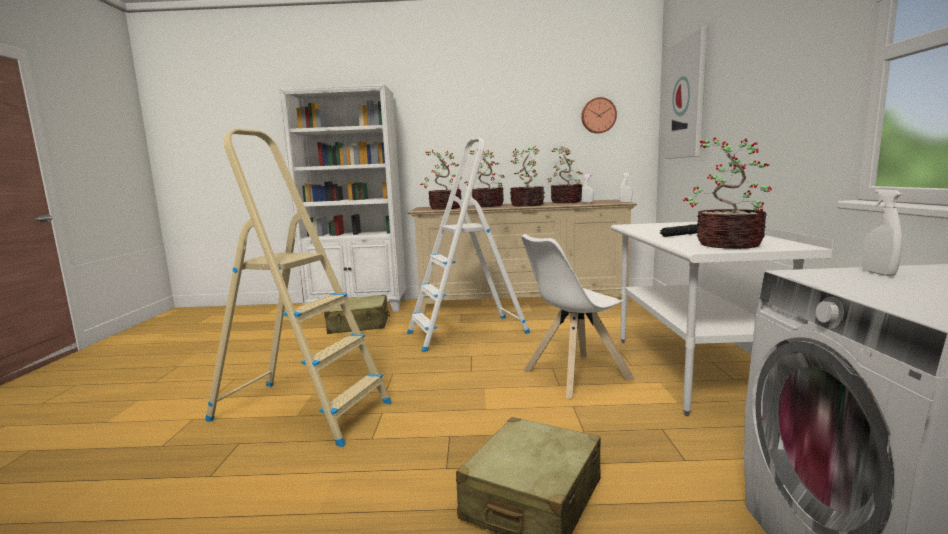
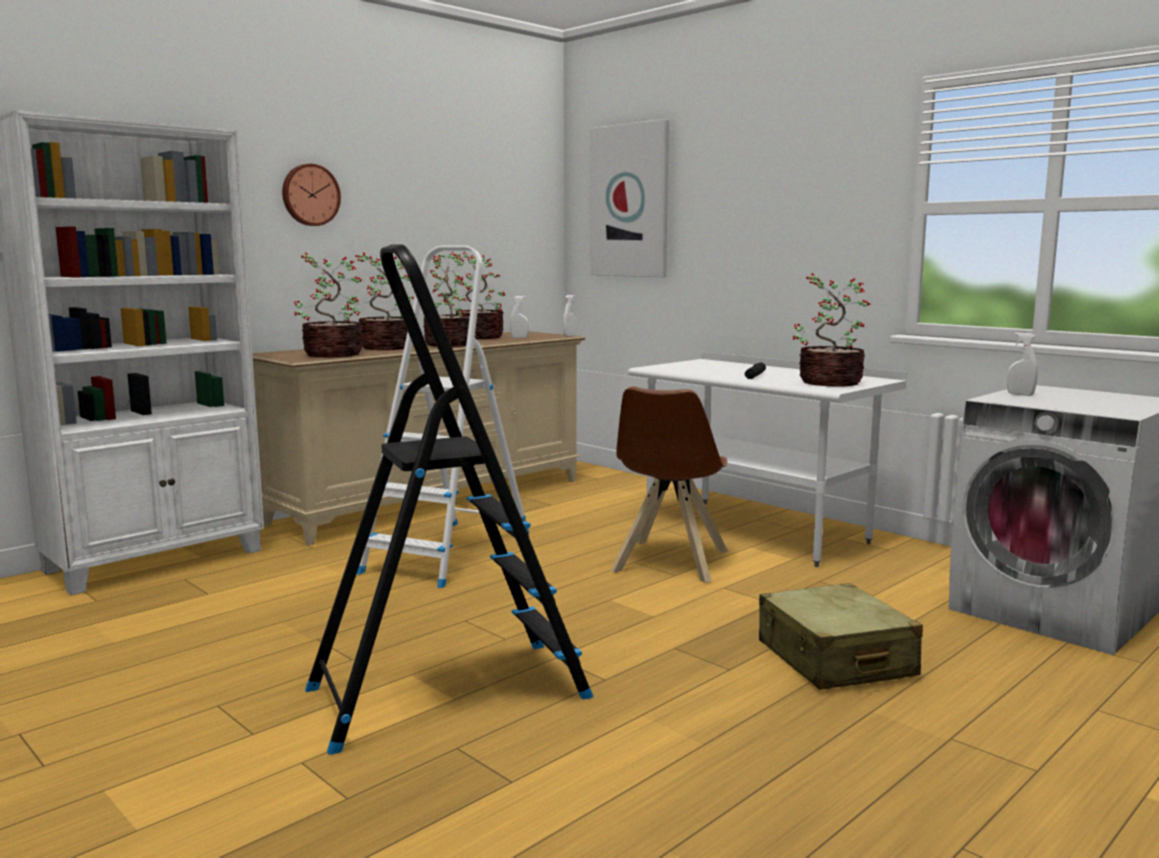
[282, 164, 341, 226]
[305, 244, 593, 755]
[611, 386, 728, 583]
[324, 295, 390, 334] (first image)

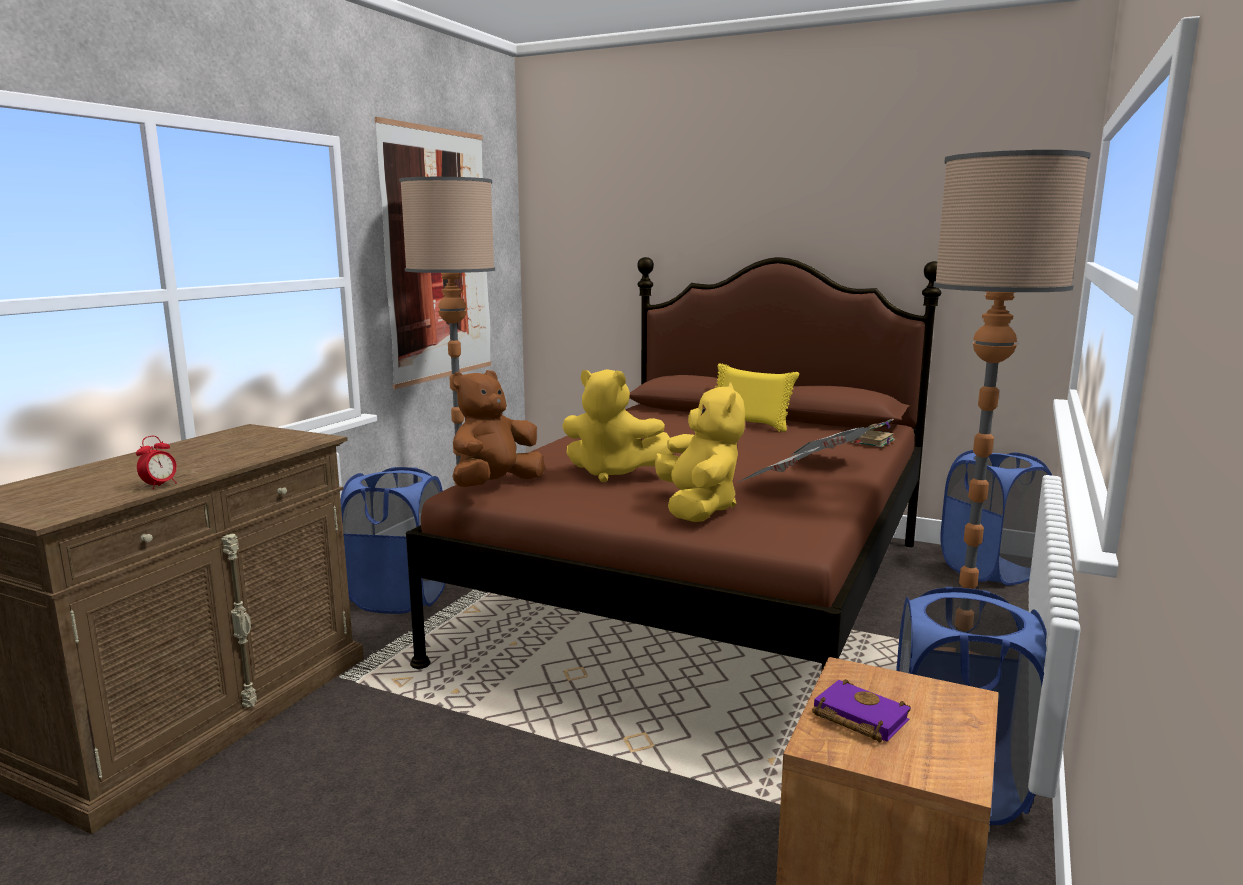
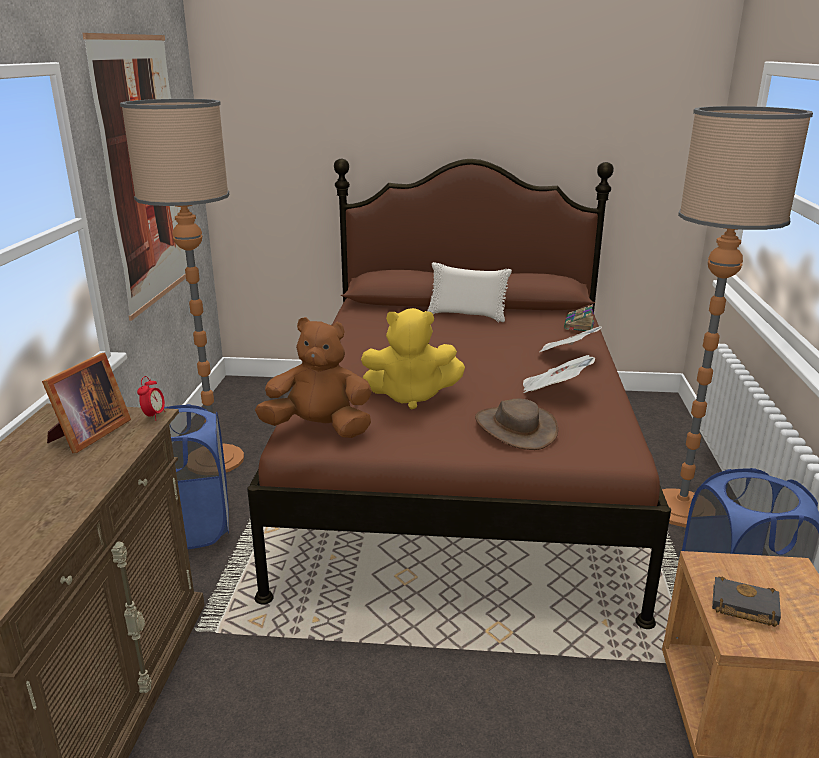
[427, 262, 512, 323]
[255, 317, 372, 438]
[475, 399, 558, 450]
[137, 376, 165, 420]
[940, 450, 1052, 586] (first image)
[712, 576, 781, 627]
[42, 353, 131, 453]

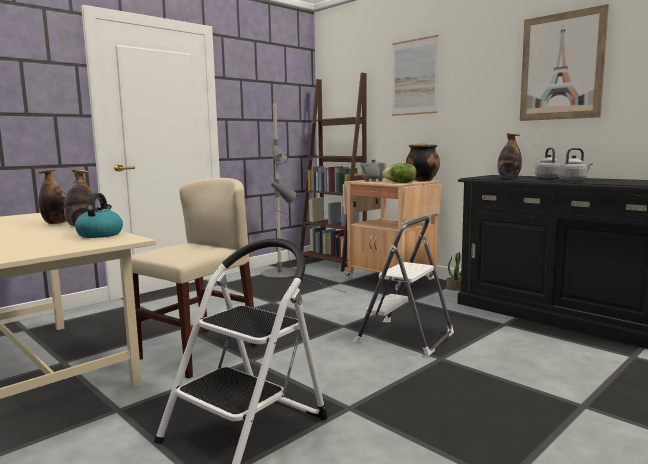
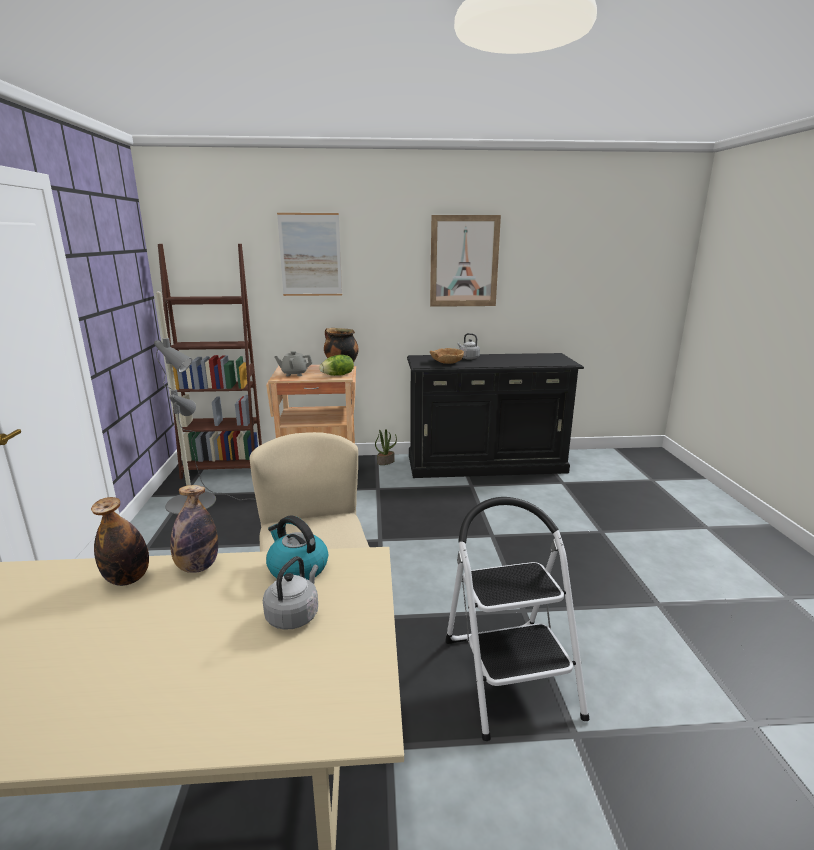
[430, 348, 464, 364]
[263, 556, 318, 630]
[353, 216, 454, 357] (first image)

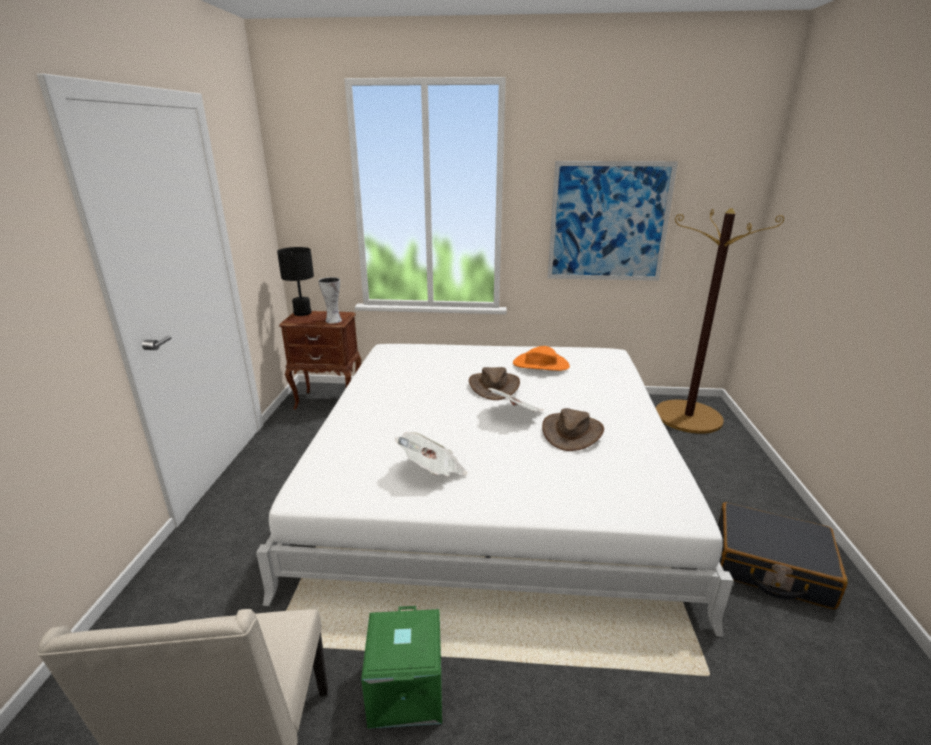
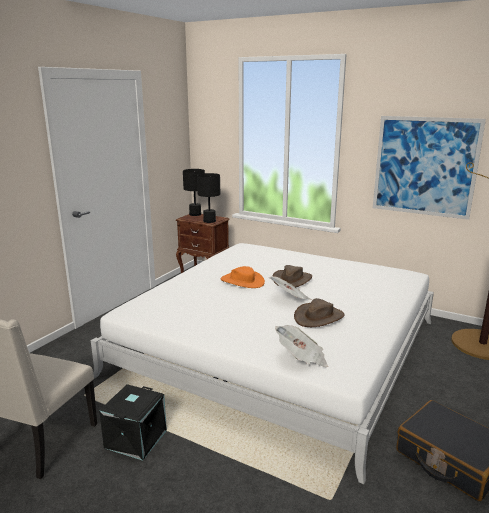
[197, 173, 220, 223]
[220, 266, 265, 288]
[275, 325, 328, 367]
[99, 384, 167, 461]

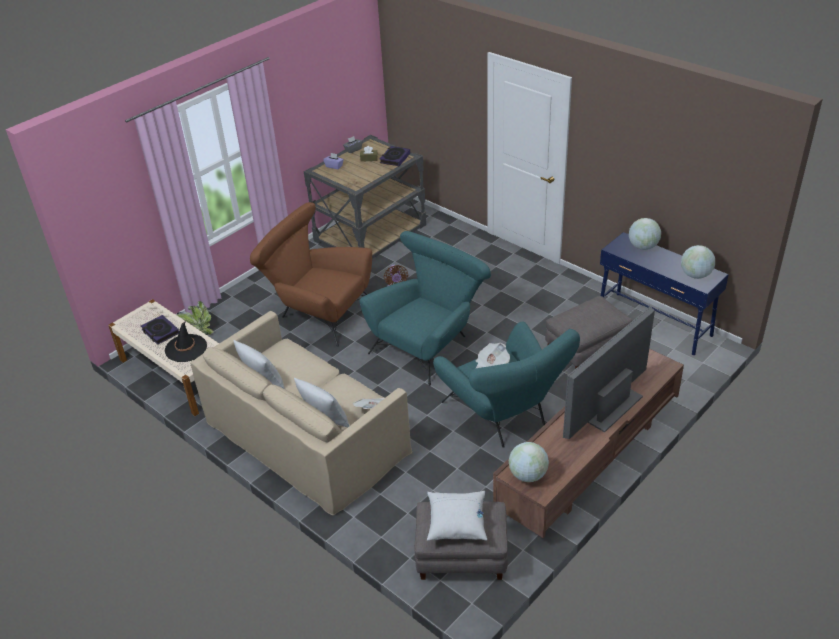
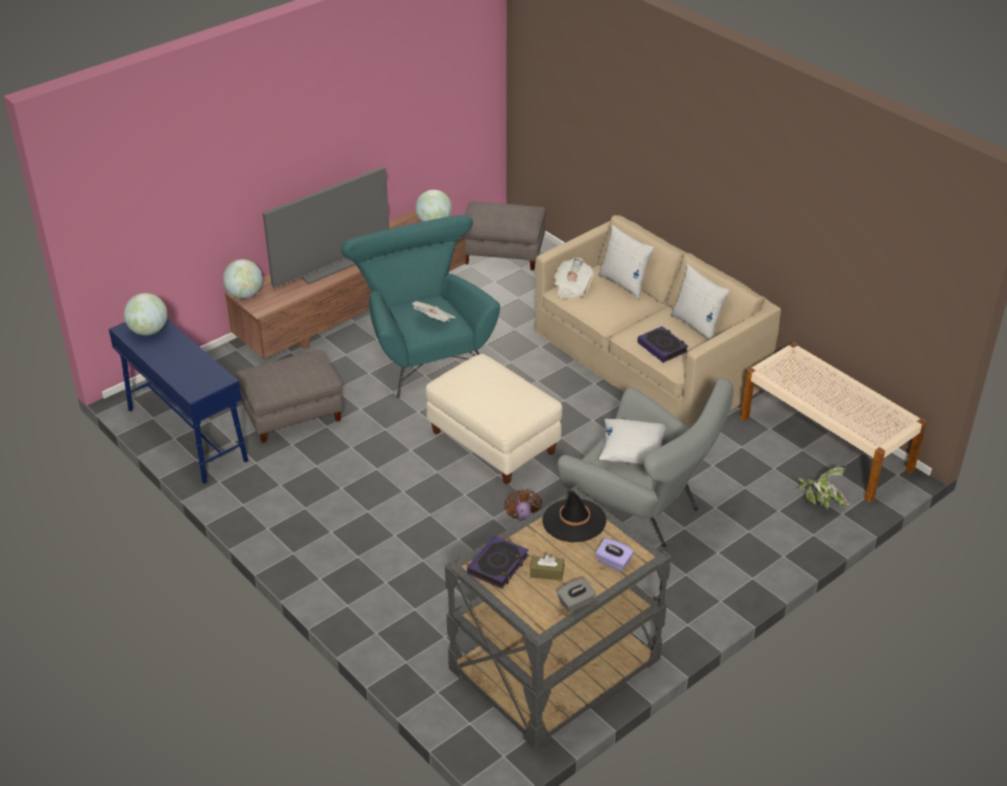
[557, 378, 733, 547]
[223, 259, 263, 299]
[426, 354, 562, 485]
[637, 326, 688, 363]
[542, 490, 607, 542]
[599, 419, 666, 464]

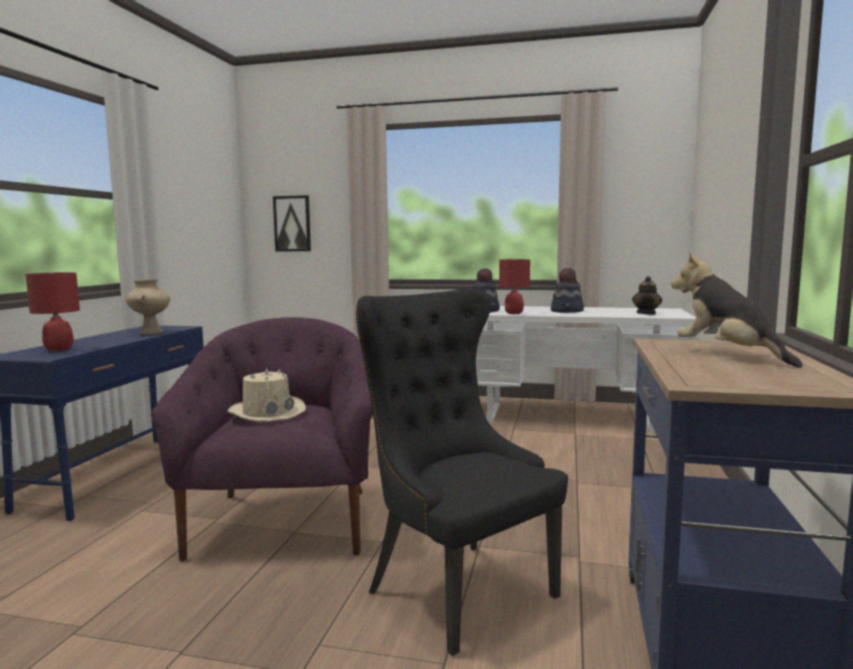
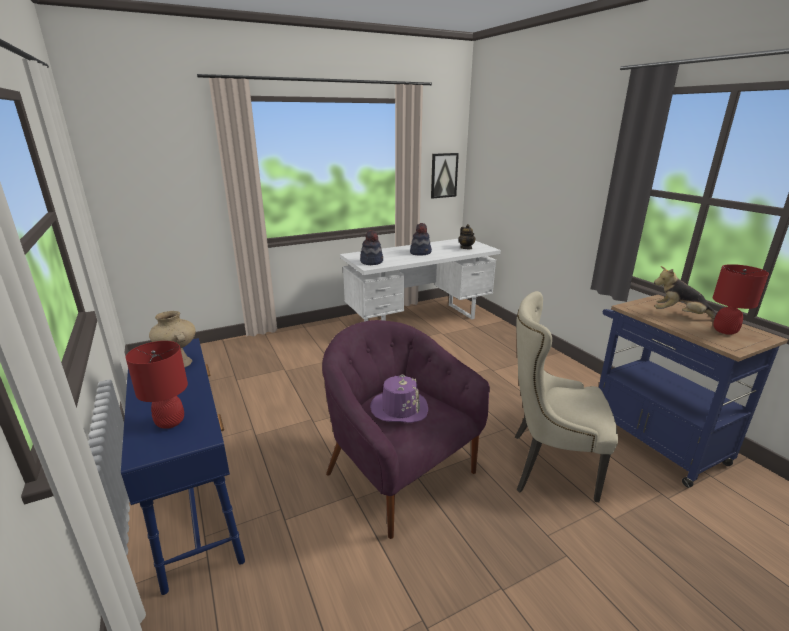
[431, 153, 459, 199]
[713, 264, 769, 335]
[515, 291, 618, 502]
[370, 375, 428, 423]

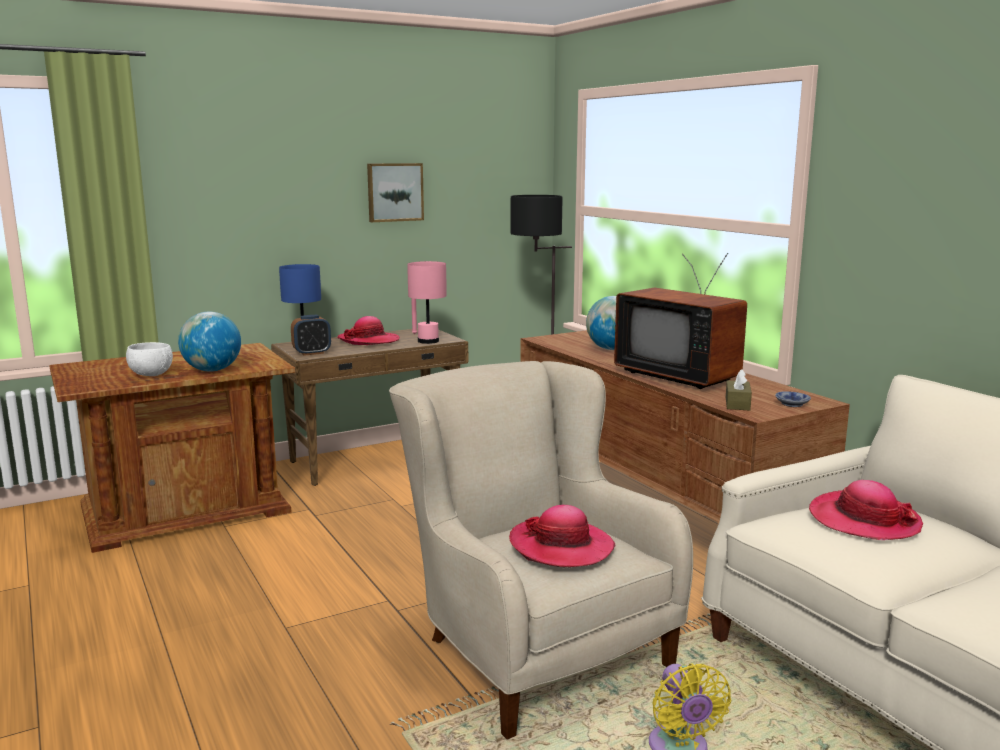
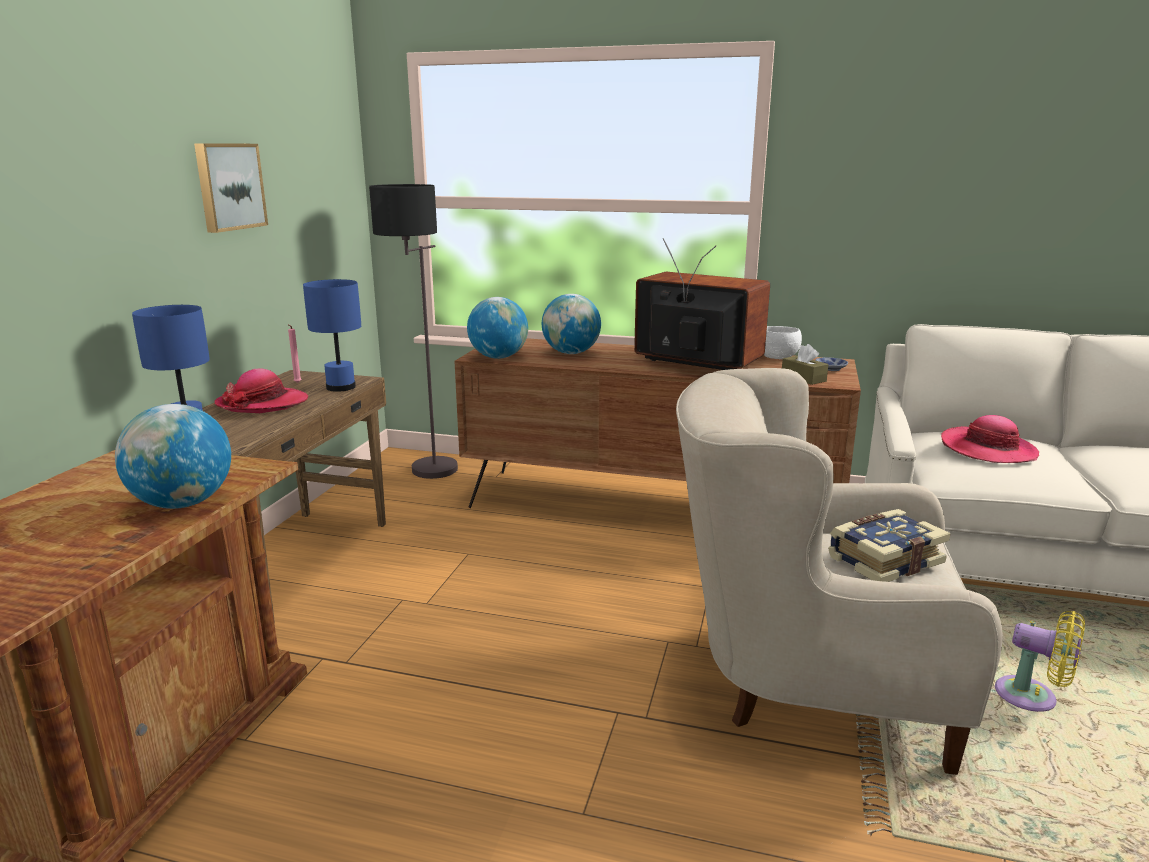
[634, 238, 770, 370]
[303, 279, 361, 392]
[291, 315, 331, 356] (first image)
[764, 326, 802, 359]
[828, 509, 950, 582]
[467, 297, 528, 359]

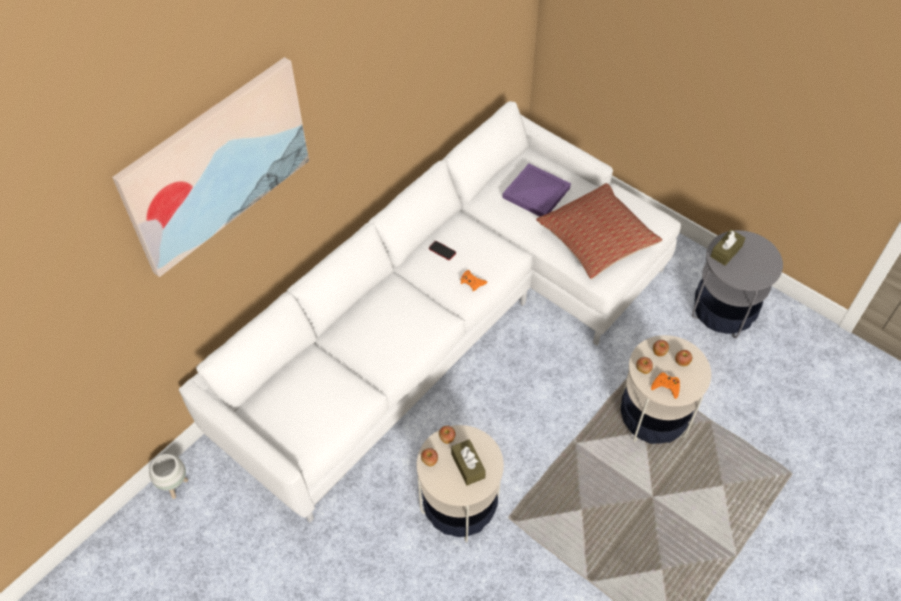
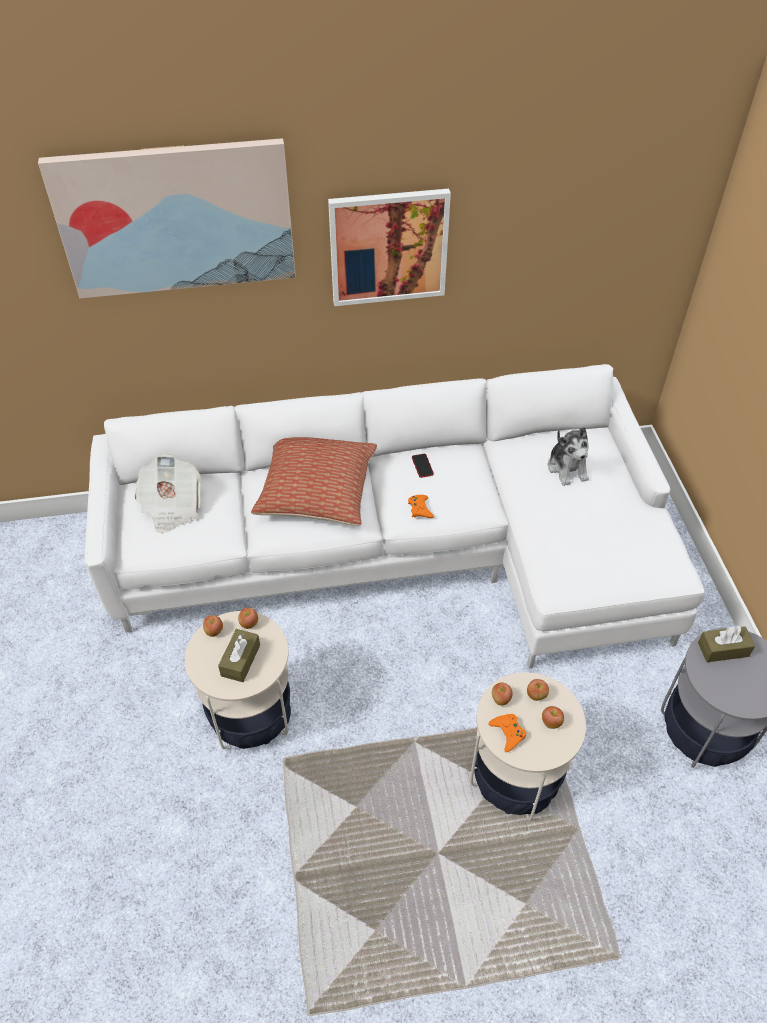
[548, 427, 589, 486]
[251, 437, 377, 526]
[149, 454, 188, 499] (first image)
[328, 189, 451, 306]
[134, 454, 201, 534]

